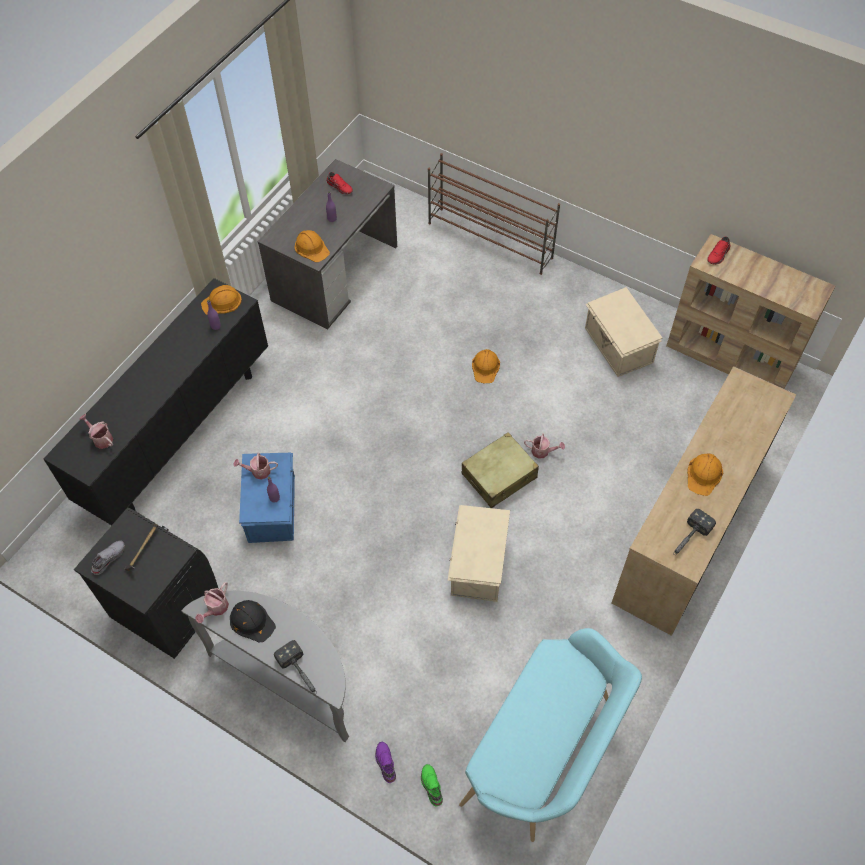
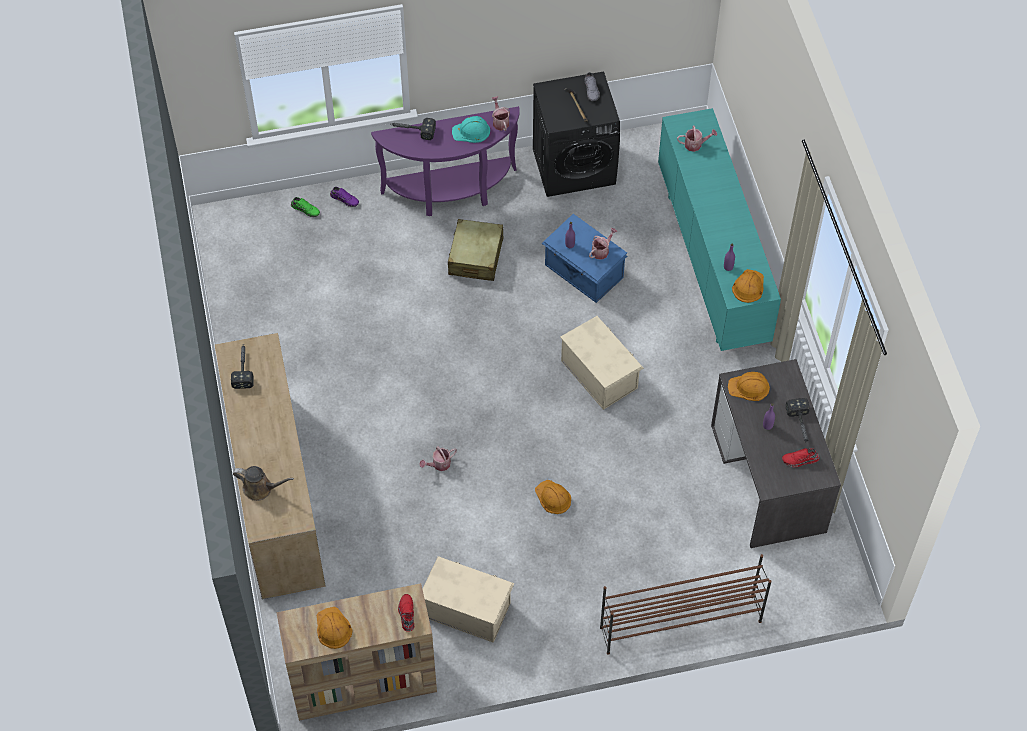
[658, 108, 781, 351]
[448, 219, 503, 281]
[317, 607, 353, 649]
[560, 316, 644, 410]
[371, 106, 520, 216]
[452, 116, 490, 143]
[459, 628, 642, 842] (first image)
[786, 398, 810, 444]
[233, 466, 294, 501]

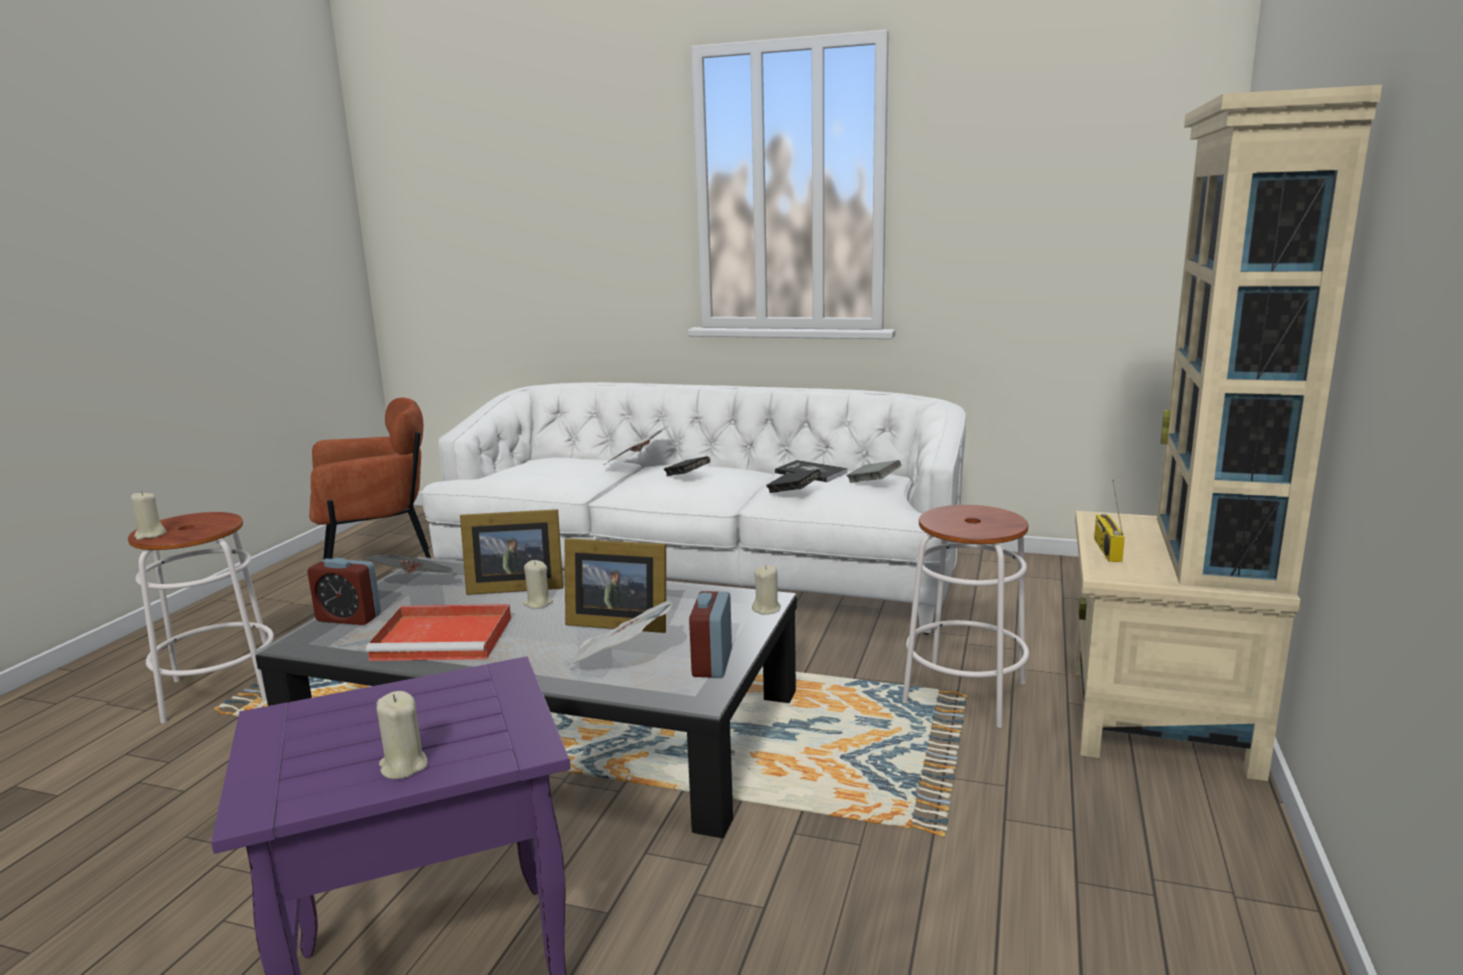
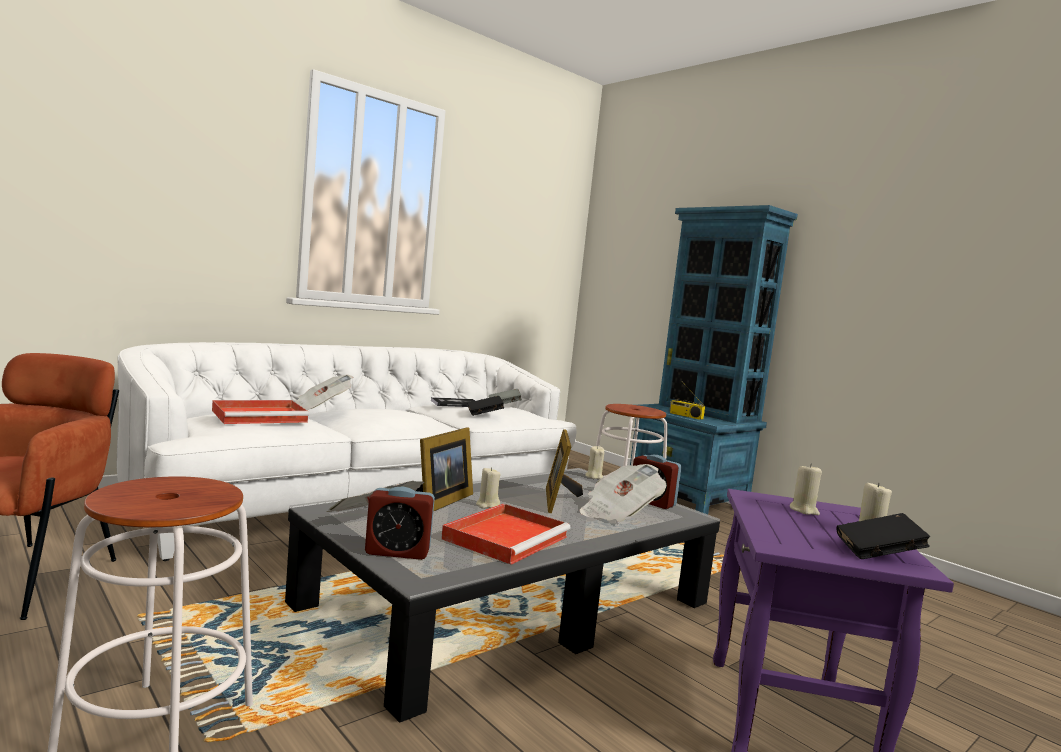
[630, 205, 798, 514]
[837, 513, 930, 559]
[790, 464, 822, 515]
[546, 429, 583, 513]
[365, 487, 435, 560]
[212, 400, 309, 424]

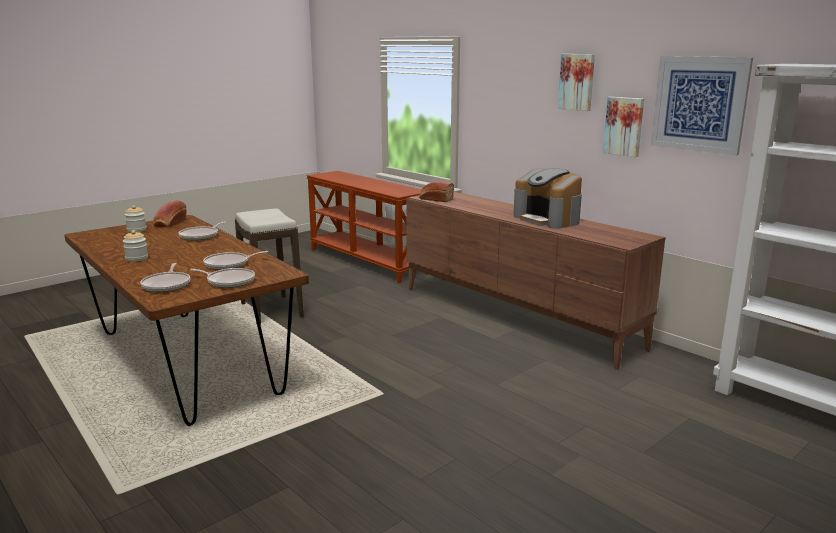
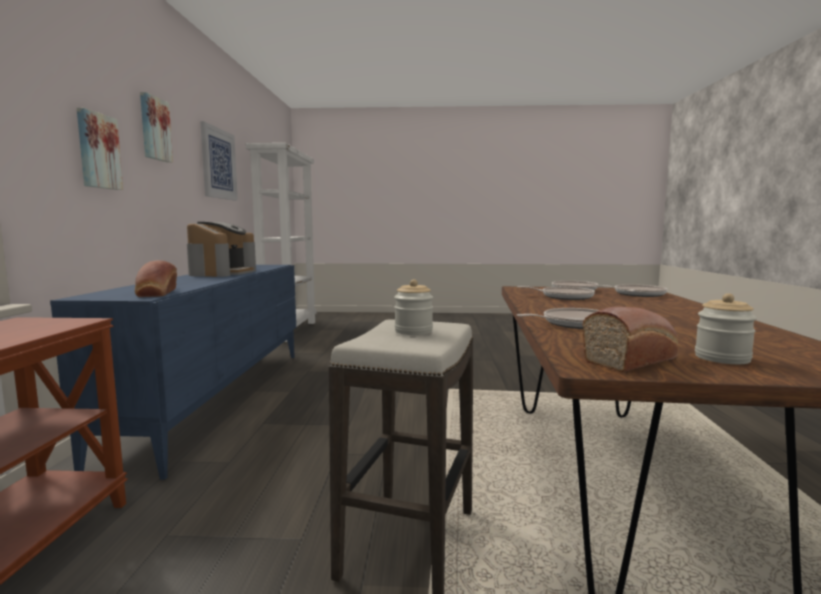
[77, 108, 123, 190]
[50, 265, 296, 480]
[394, 279, 433, 335]

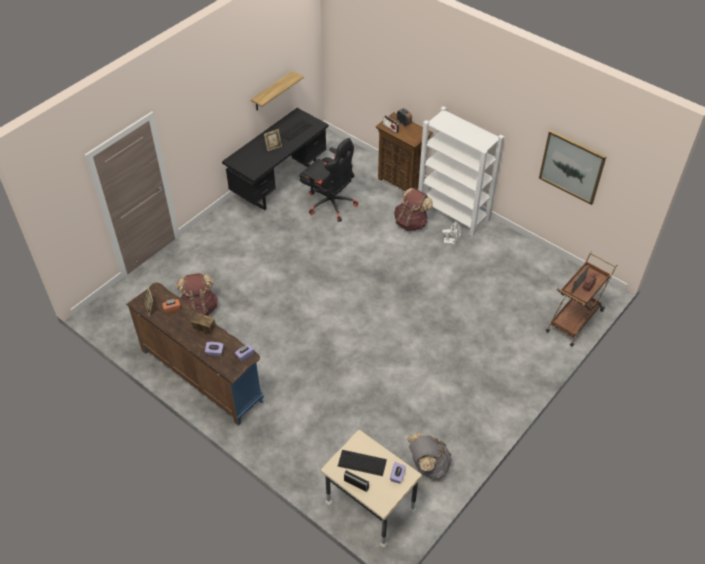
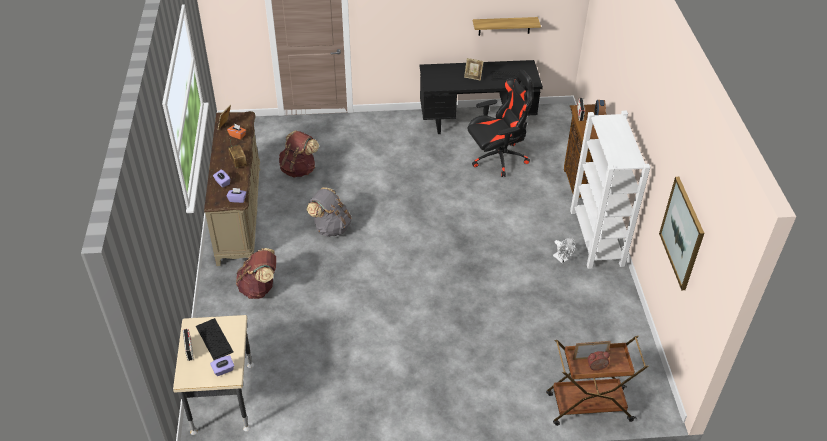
[467, 69, 533, 177]
[236, 248, 276, 299]
[204, 111, 261, 266]
[307, 187, 352, 237]

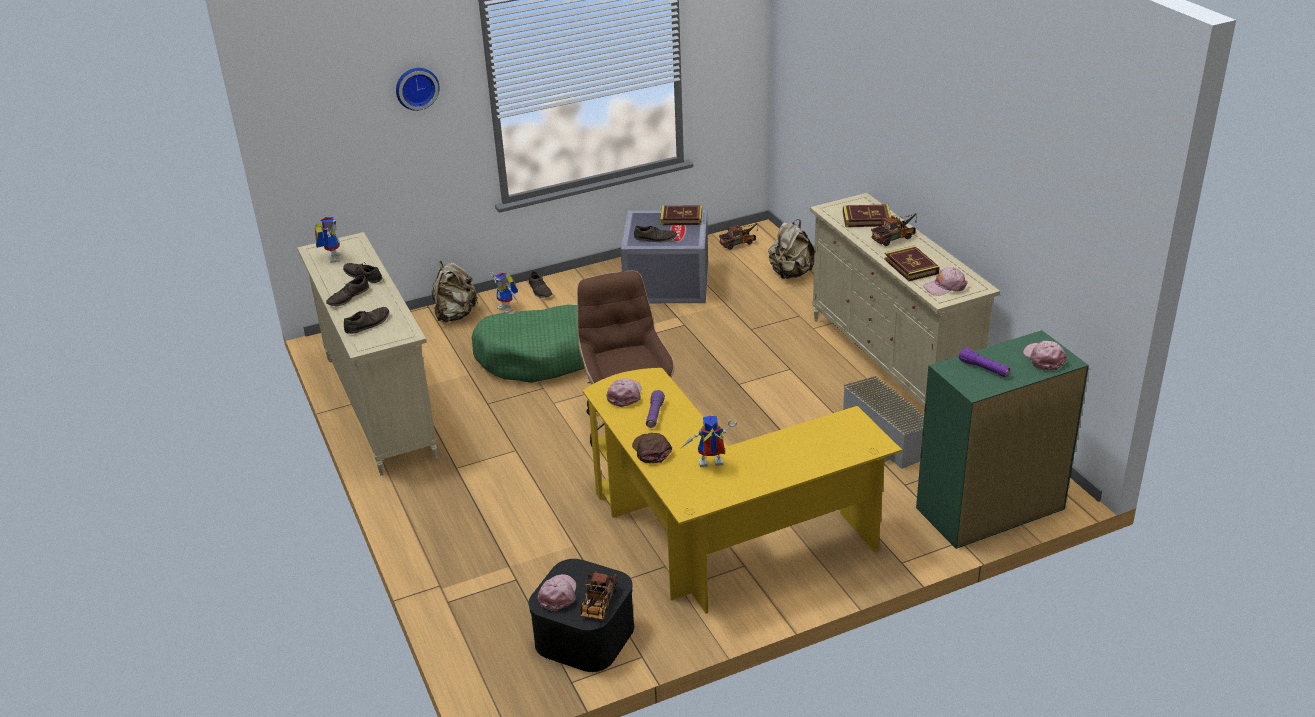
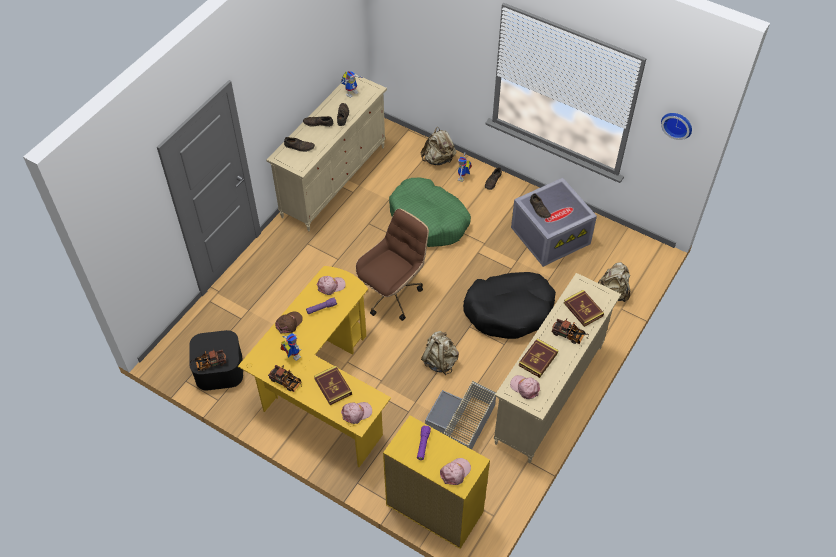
[661, 113, 692, 140]
[314, 366, 352, 405]
[268, 365, 302, 392]
[383, 416, 490, 549]
[341, 402, 372, 424]
[463, 272, 556, 339]
[421, 331, 459, 375]

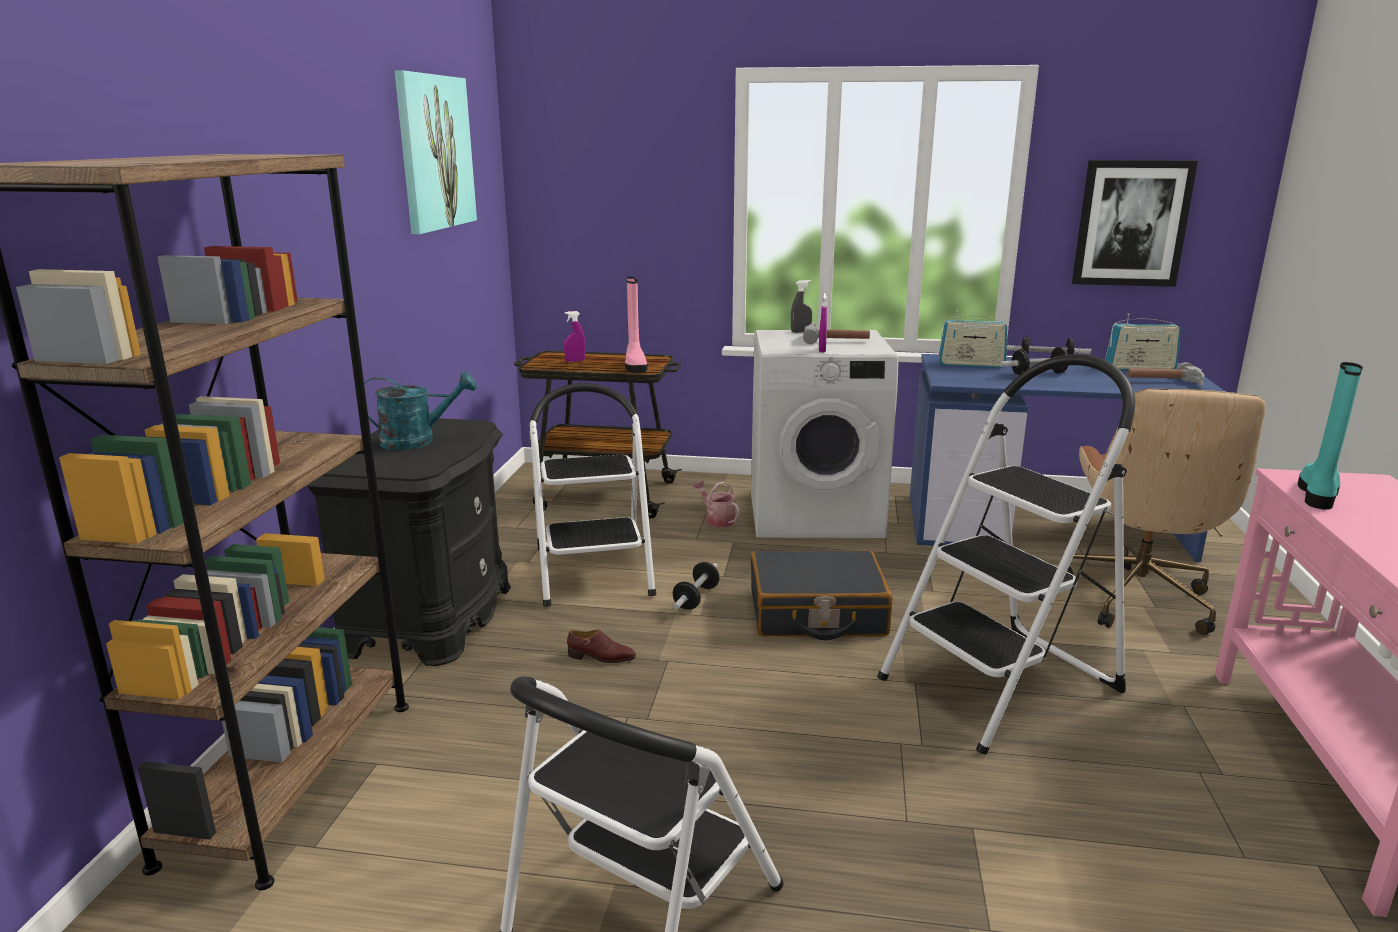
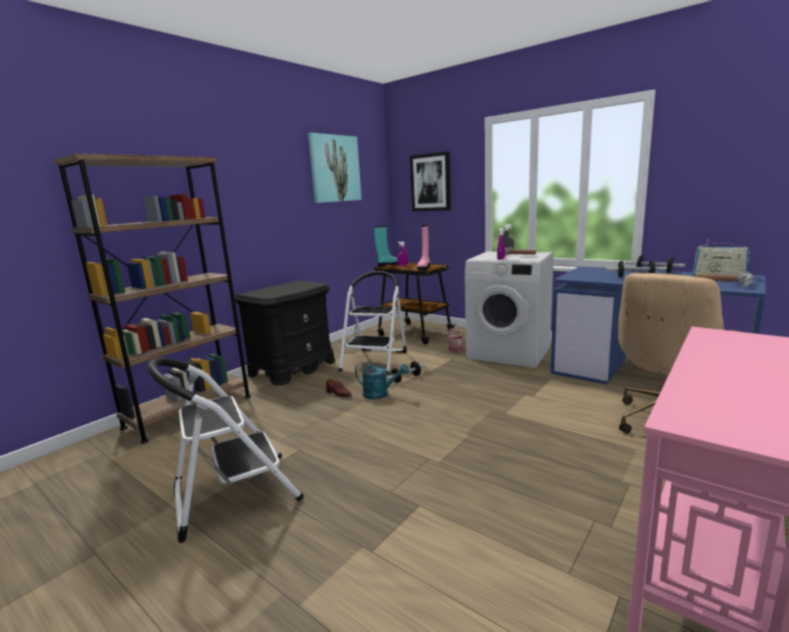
[410, 151, 451, 211]
[938, 310, 1008, 368] (first image)
[877, 354, 1135, 754] (first image)
[374, 226, 398, 267]
[355, 362, 409, 400]
[751, 550, 893, 640] (first image)

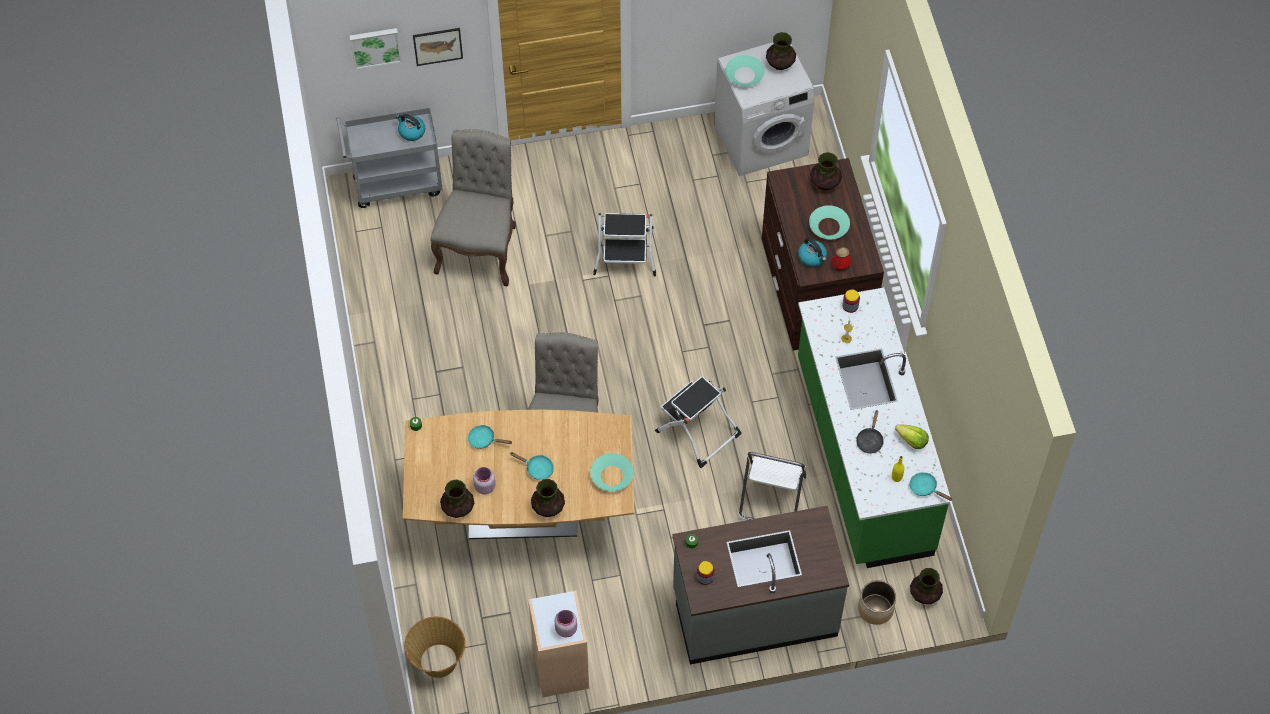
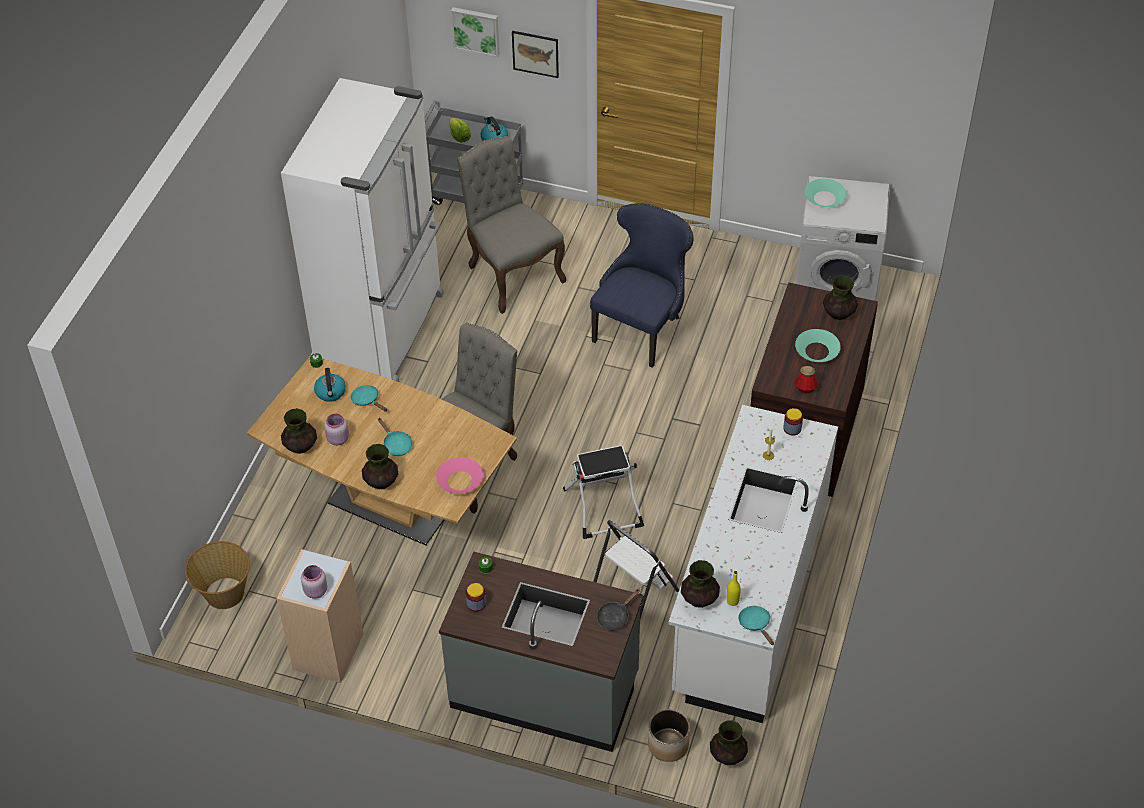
[681, 560, 720, 608]
[457, 136, 566, 314]
[590, 203, 693, 368]
[314, 368, 346, 402]
[669, 405, 838, 723]
[597, 589, 640, 630]
[449, 117, 471, 143]
[436, 457, 483, 494]
[281, 78, 444, 382]

